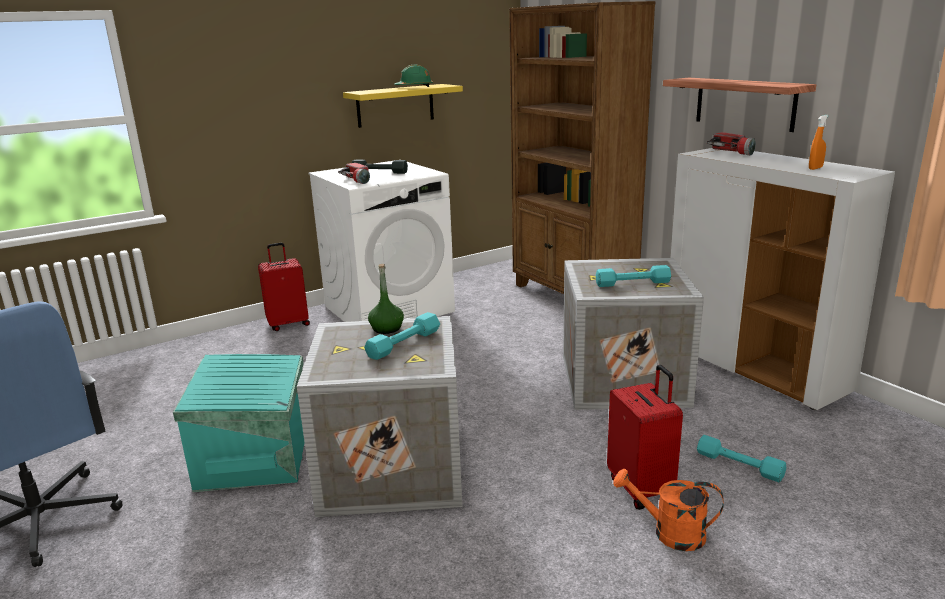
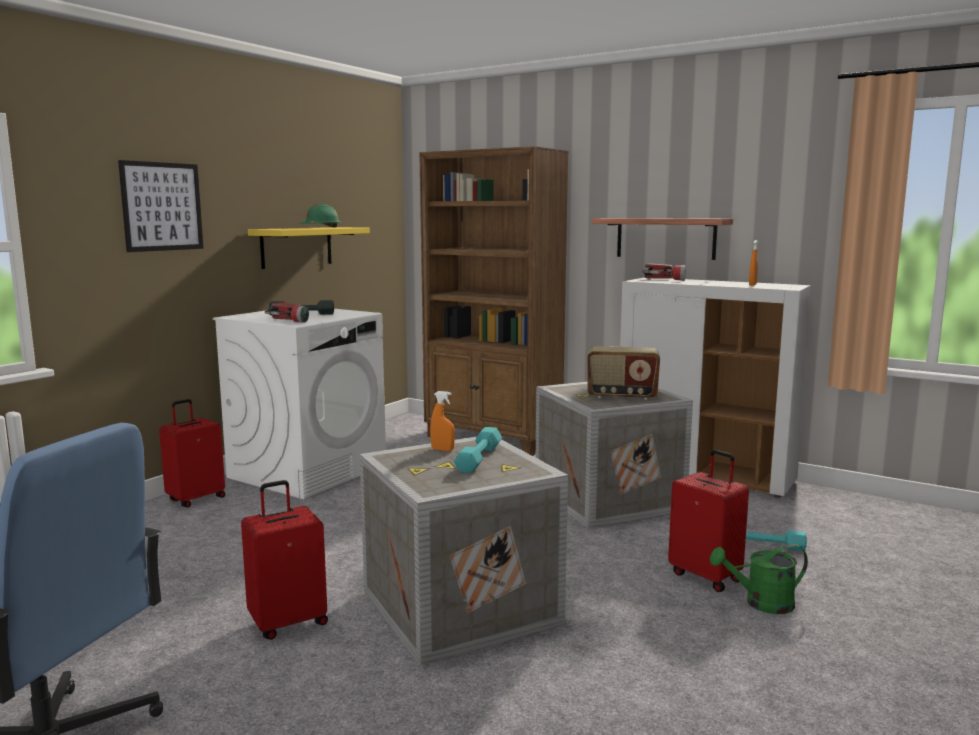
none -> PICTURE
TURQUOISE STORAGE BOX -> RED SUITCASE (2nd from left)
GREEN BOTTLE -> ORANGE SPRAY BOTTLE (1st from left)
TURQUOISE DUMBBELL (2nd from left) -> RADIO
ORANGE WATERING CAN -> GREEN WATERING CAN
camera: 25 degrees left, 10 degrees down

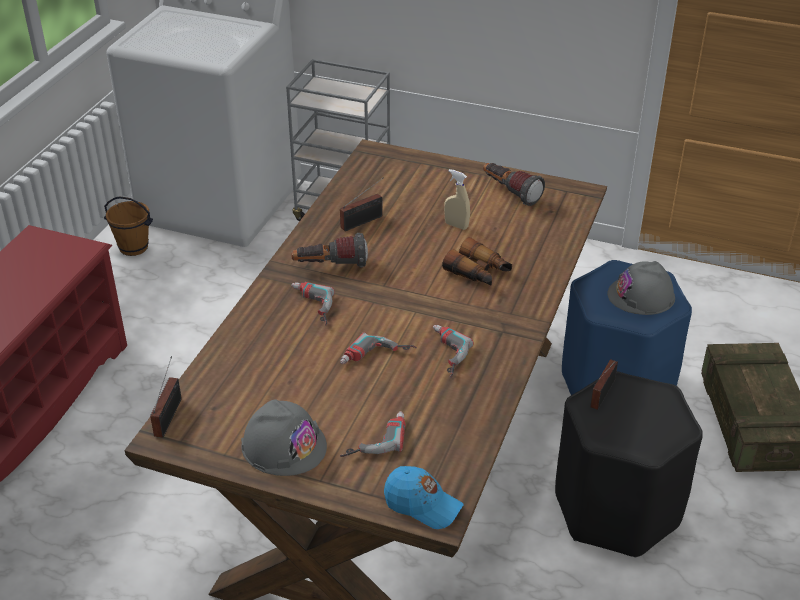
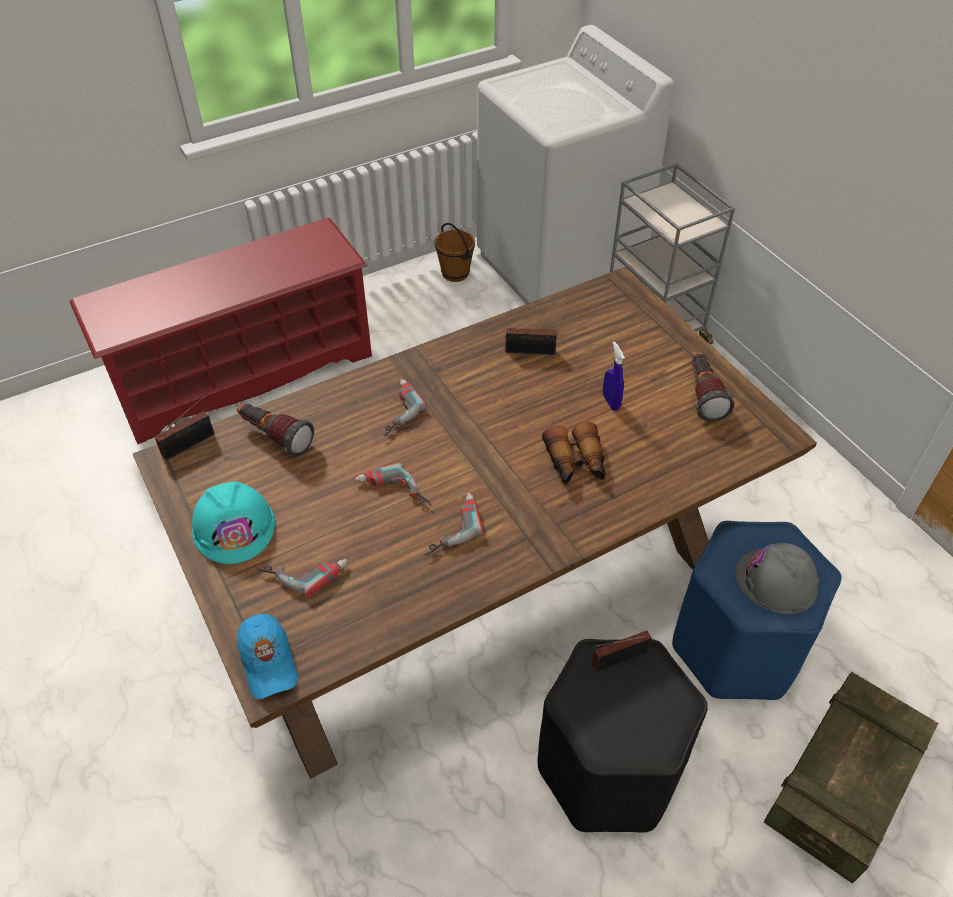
FLASHLIGHT (1st from left), move
GREY HARD HAT (1st from left) -> TURQUOISE HARD HAT
BEIGE SPRAY BOTTLE -> BLUE SPRAY BOTTLE
camera: 40 degrees right, 10 degrees up

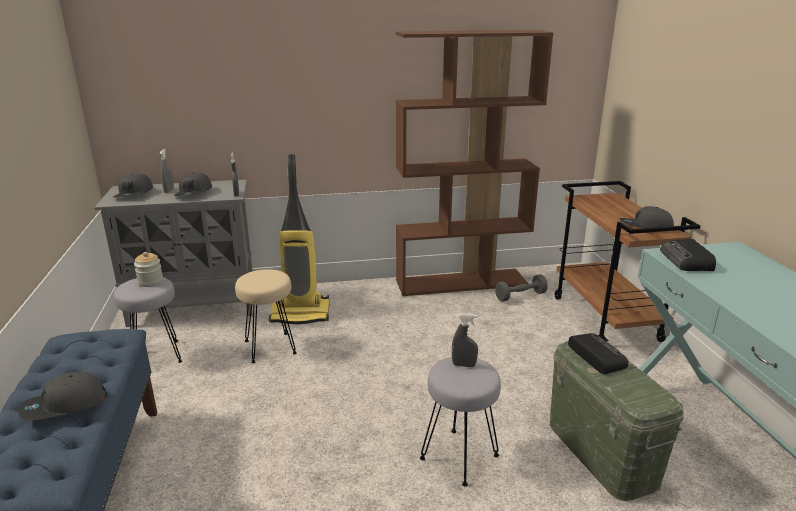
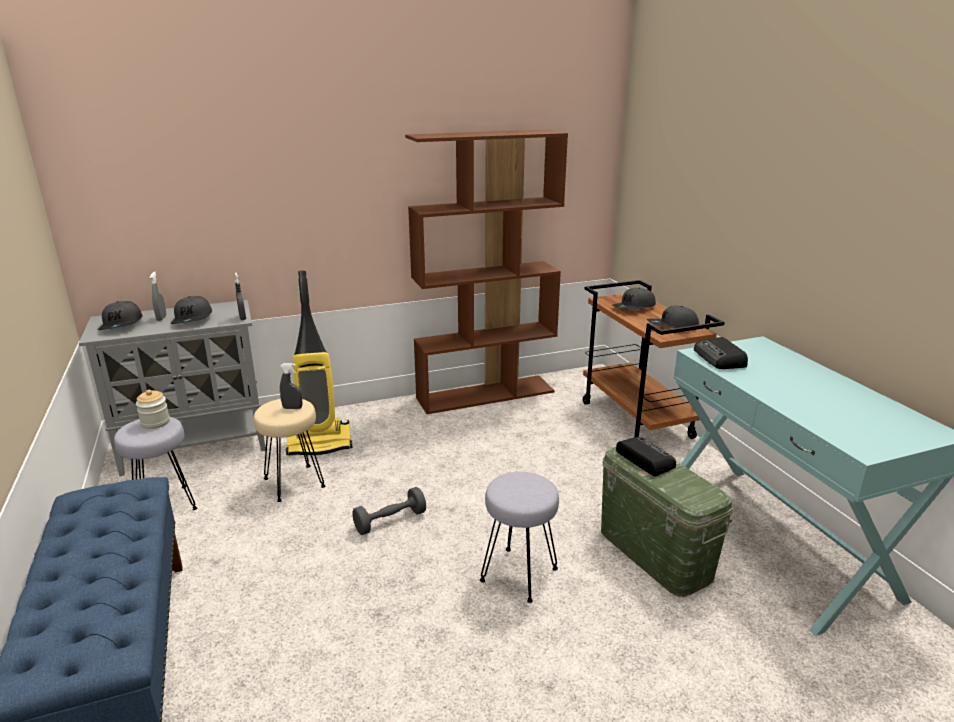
GREY CAP (1st from left in the first image) -> GREY CAP (3rd from left), move
GREY SPRAY BOTTLE (3rd from left), move
GREY DUMBBELL, move
camera: 10 degrees left, 0 degrees up

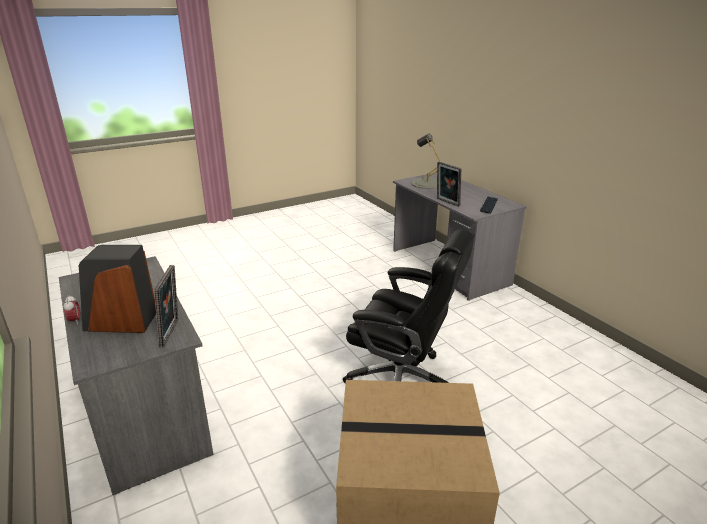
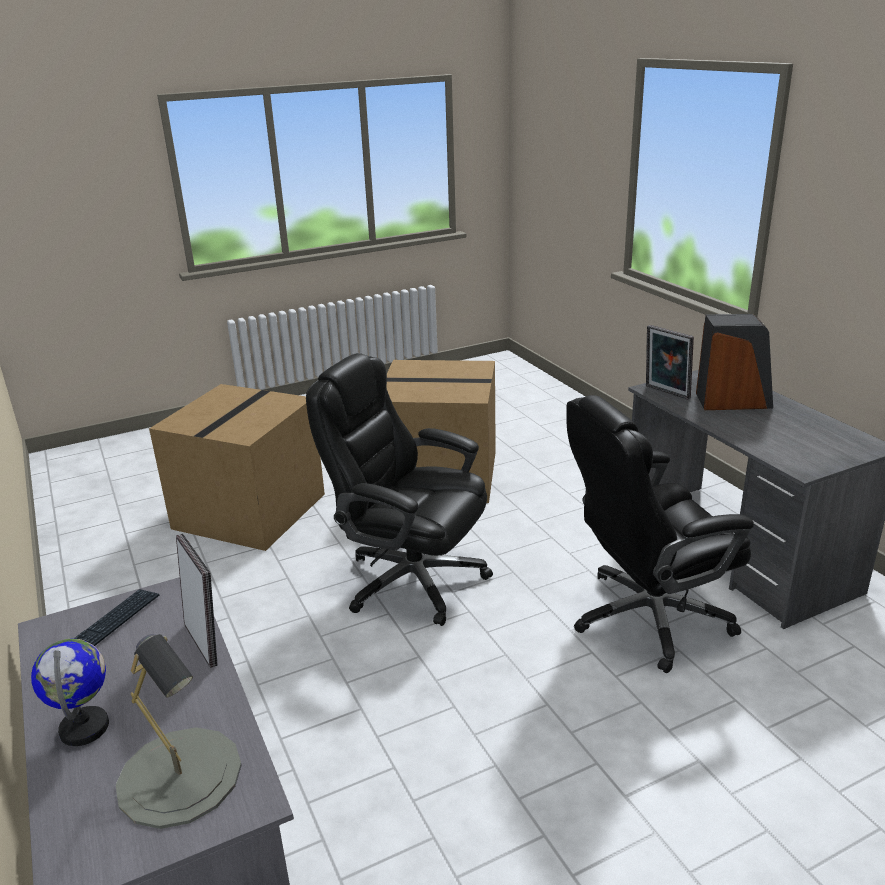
ALARM CLOCK -> none
none -> GLOBE
none -> CARDBOARD BOX (1st from left)
none -> BLACK OFFICE CHAIR (2nd from left)
PICTURE FRAME (1st from left in the first image) -> PICTURE FRAME (2nd from left), 45 degrees counterclockwise
camera: 175 degrees left, 0 degrees up

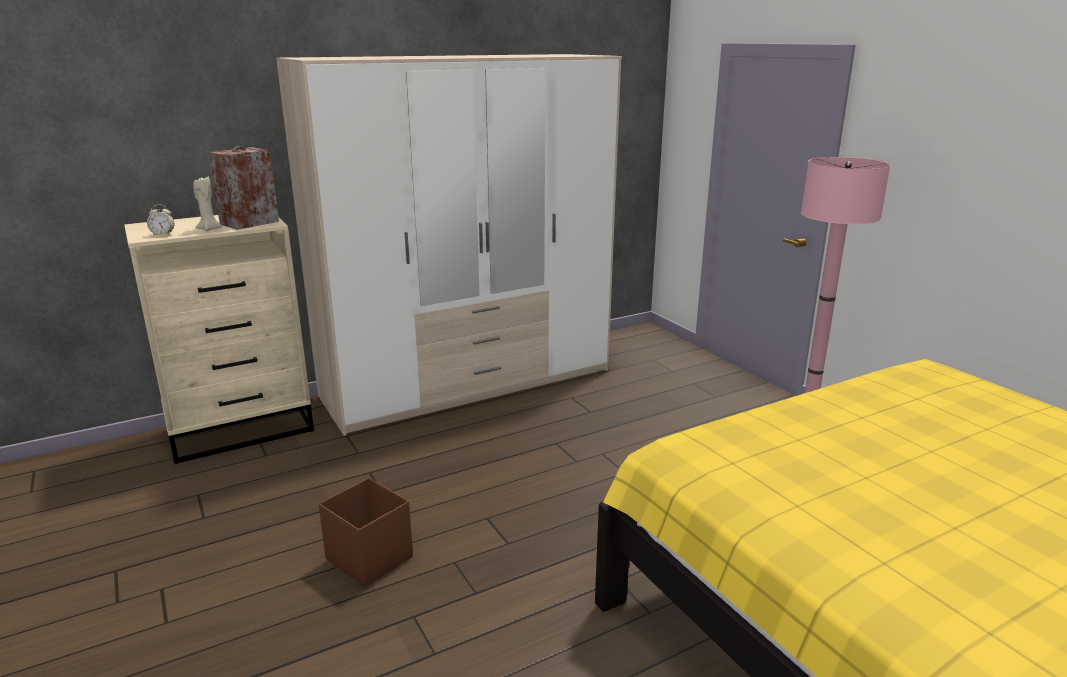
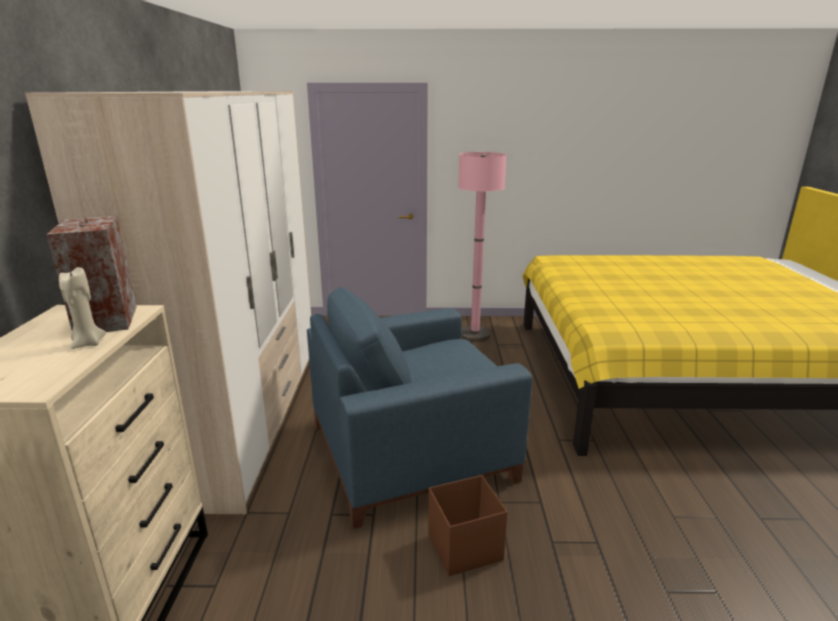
ALARM CLOCK -> none
none -> BLUE ARMCHAIR
camera: 60 degrees left, 0 degrees up

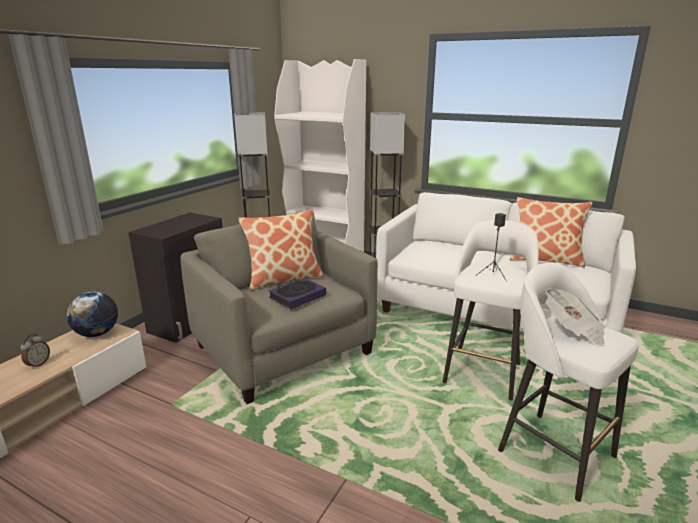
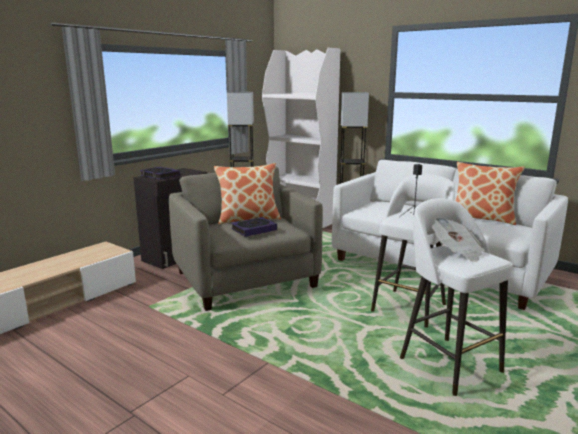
ALARM CLOCK -> none
GLOBE -> none
none -> BOOK (1st from left)
camera: 10 degrees right, 5 degrees down

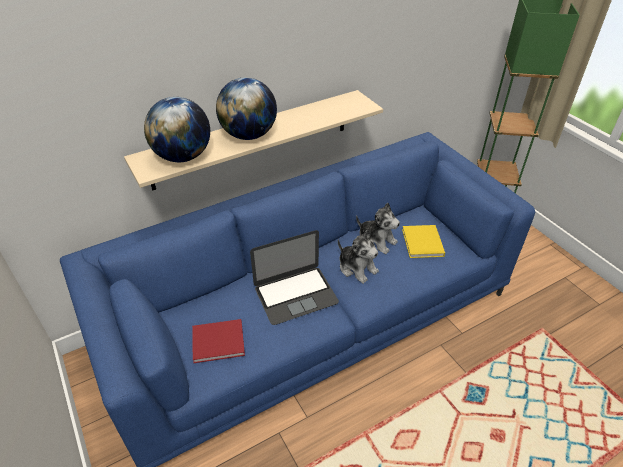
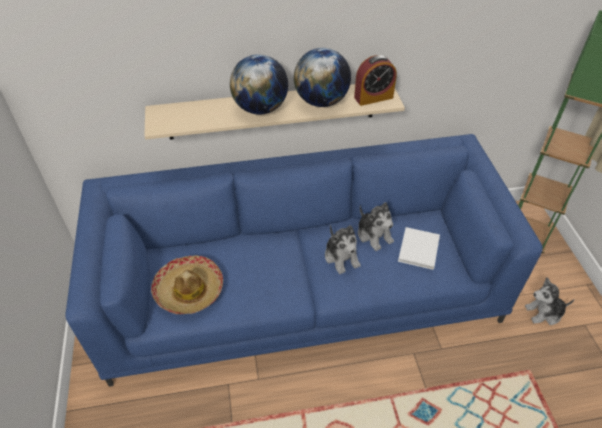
LAPTOP -> none
none -> ALARM CLOCK
none -> PLUSH TOY (3rd from left)
GLOBE (1st from left in the first image) -> GLOBE (2nd from left), move
RED BOOK -> HAT
YELLOW BOOK -> WHITE BOOK
camera: 20 degrees right, 5 degrees up

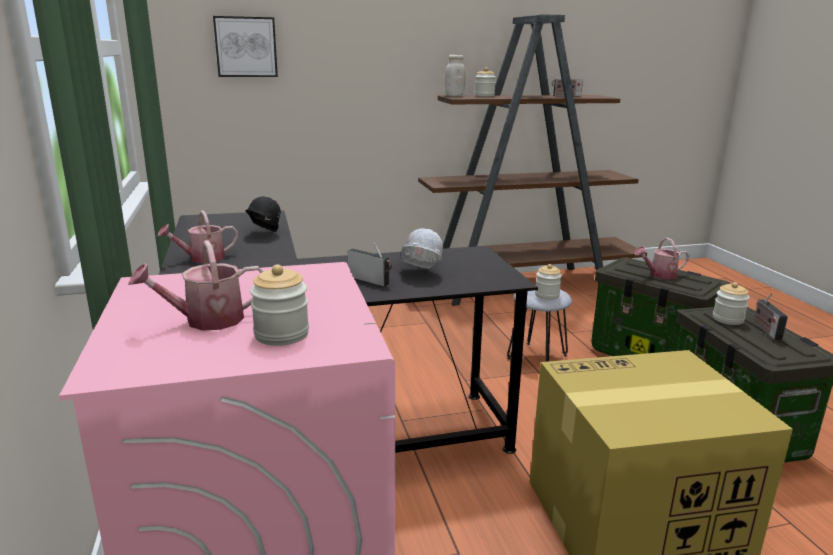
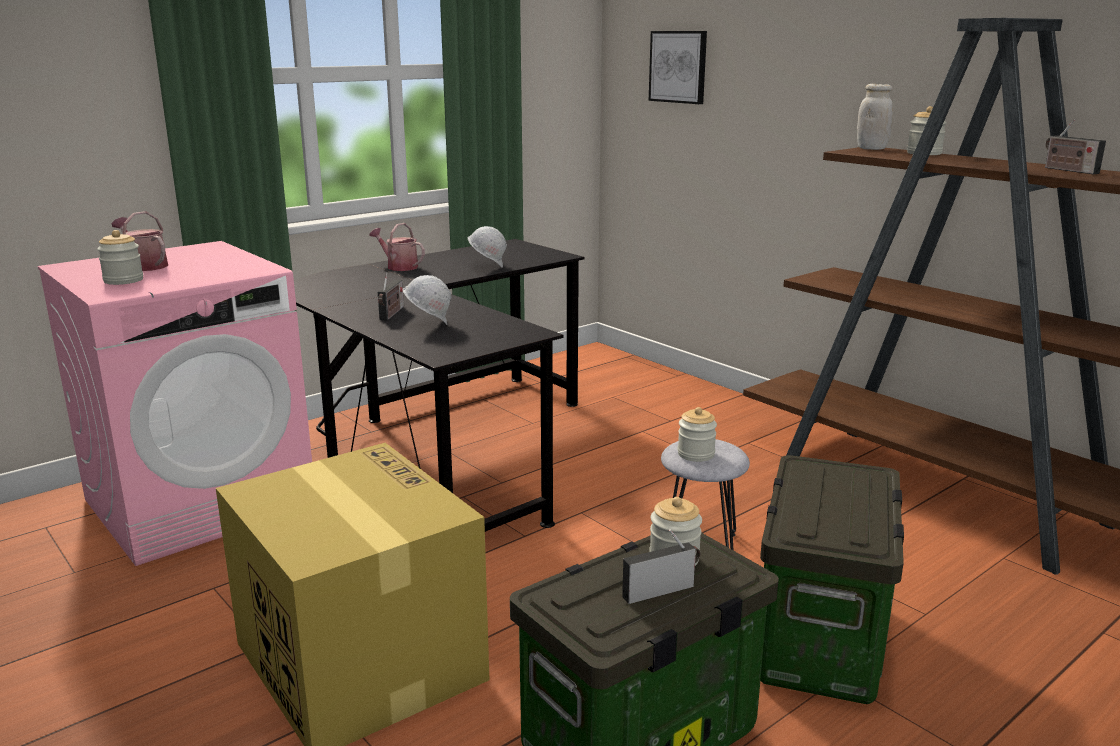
WATERING CAN (3rd from left) -> none
BLACK HARD HAT -> WHITE HARD HAT (2nd from left)
camera: 65 degrees right, 0 degrees up

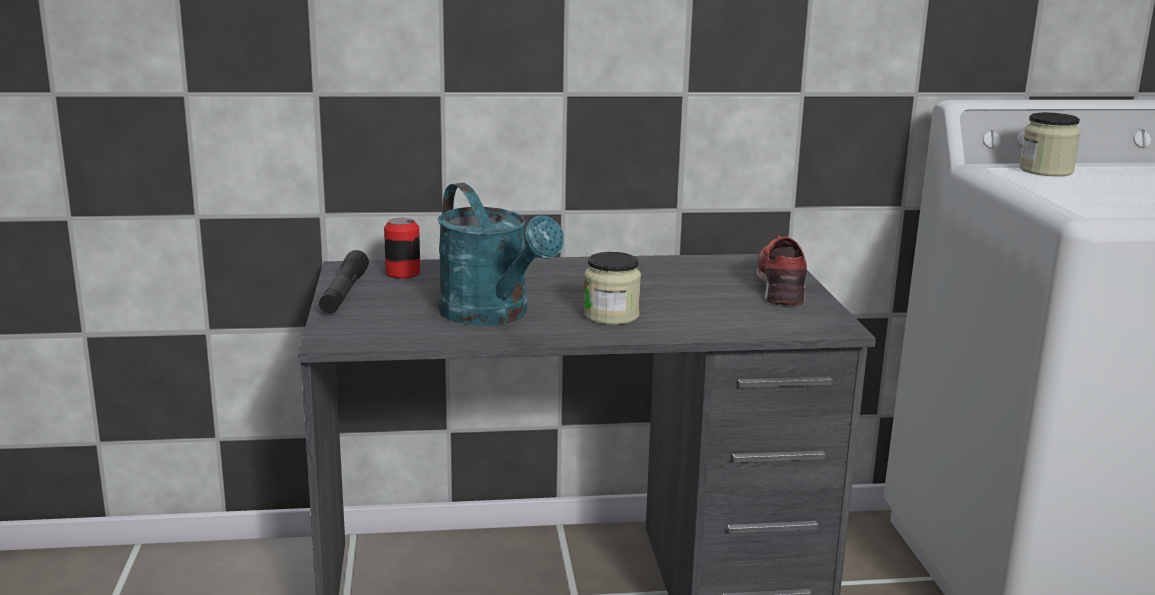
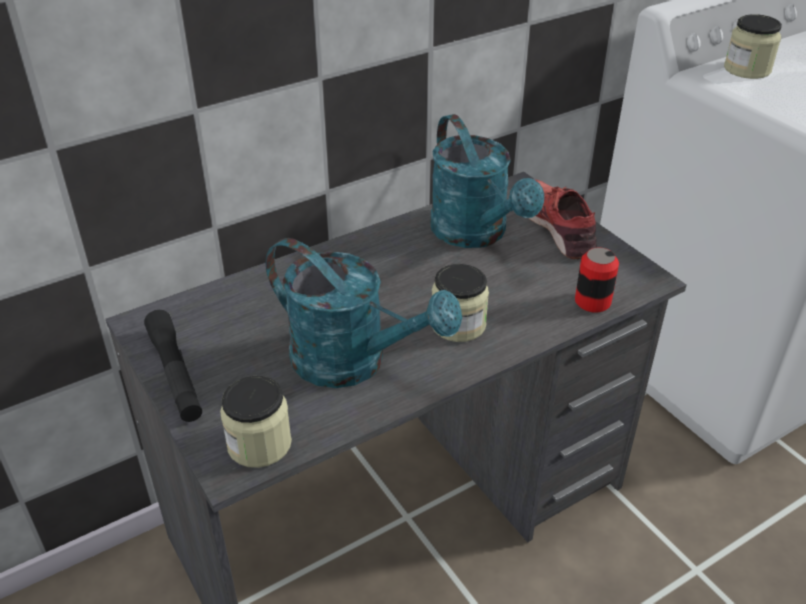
none -> JAR (1st from left)
none -> TURQUOISE WATERING CAN (2nd from left)
CAN, move
camera: 25 degrees left, 20 degrees up

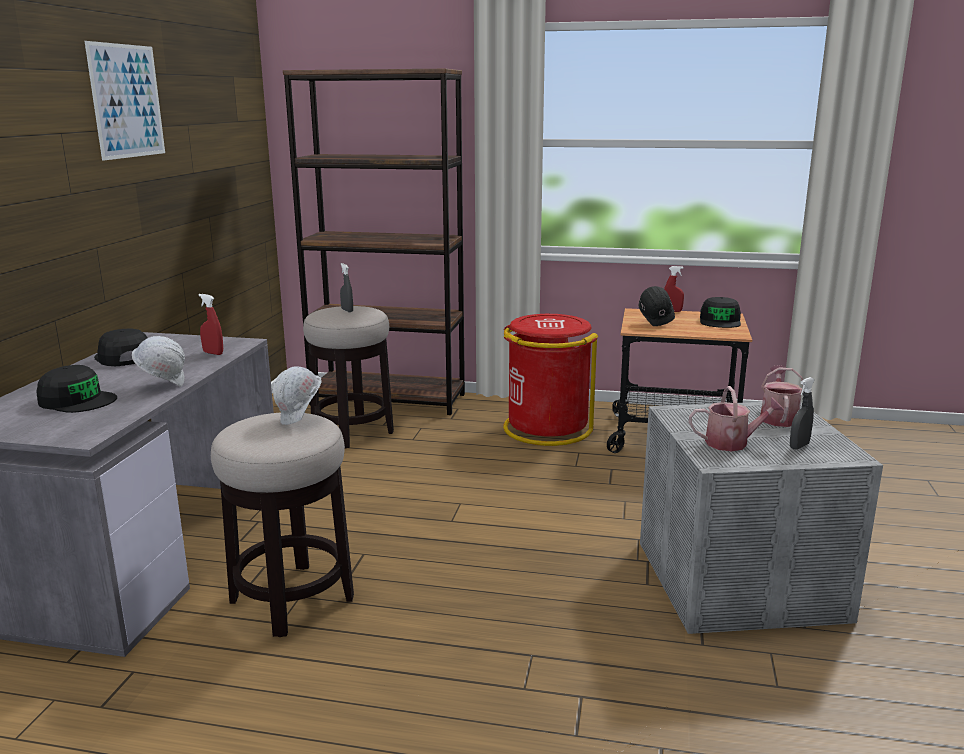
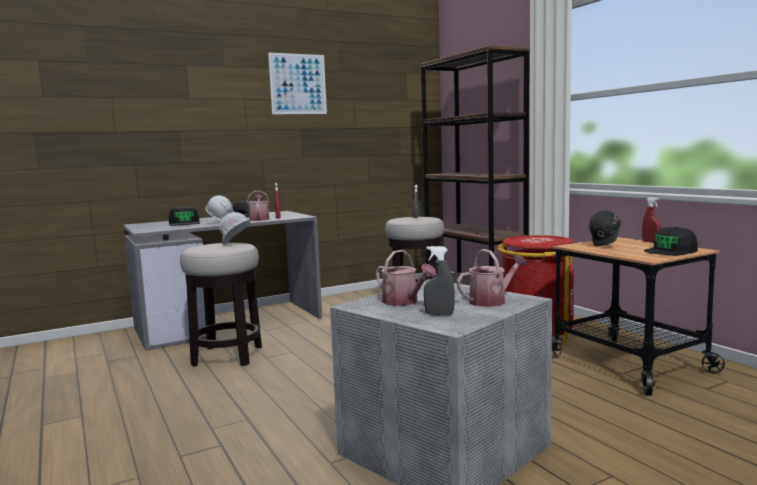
none -> WATERING CAN (1st from left)
camera: 50 degrees right, 10 degrees down

